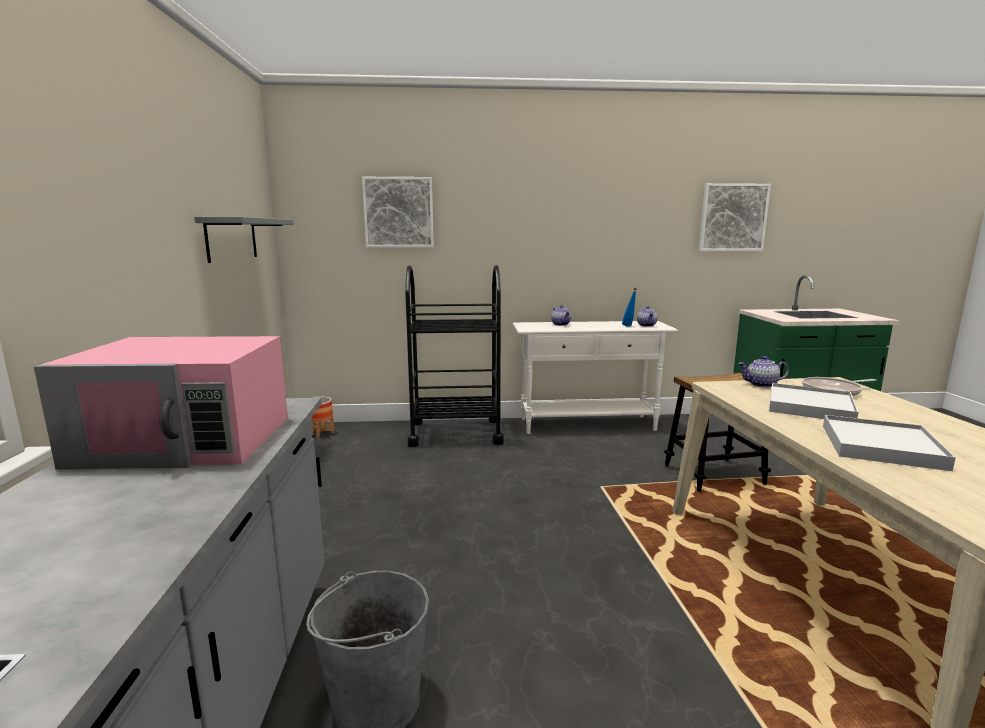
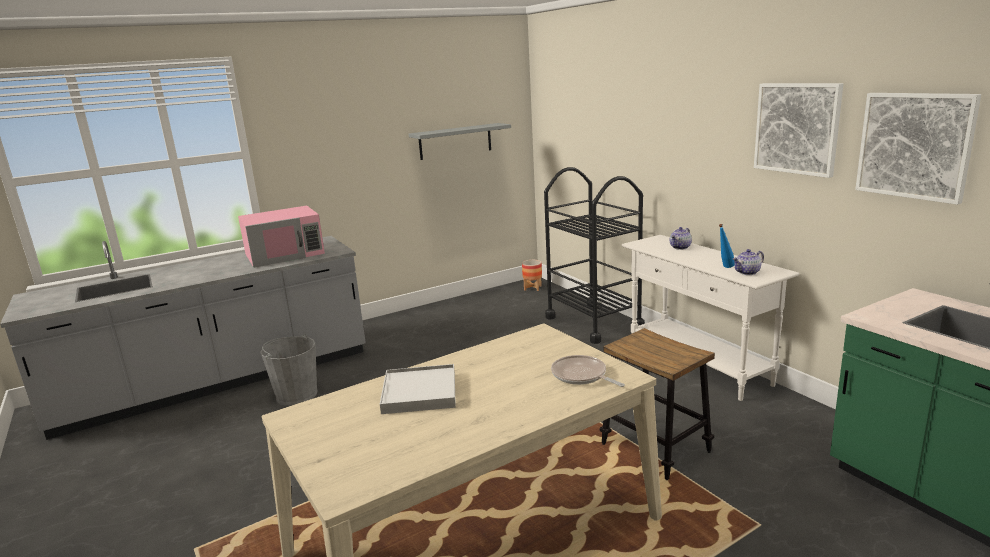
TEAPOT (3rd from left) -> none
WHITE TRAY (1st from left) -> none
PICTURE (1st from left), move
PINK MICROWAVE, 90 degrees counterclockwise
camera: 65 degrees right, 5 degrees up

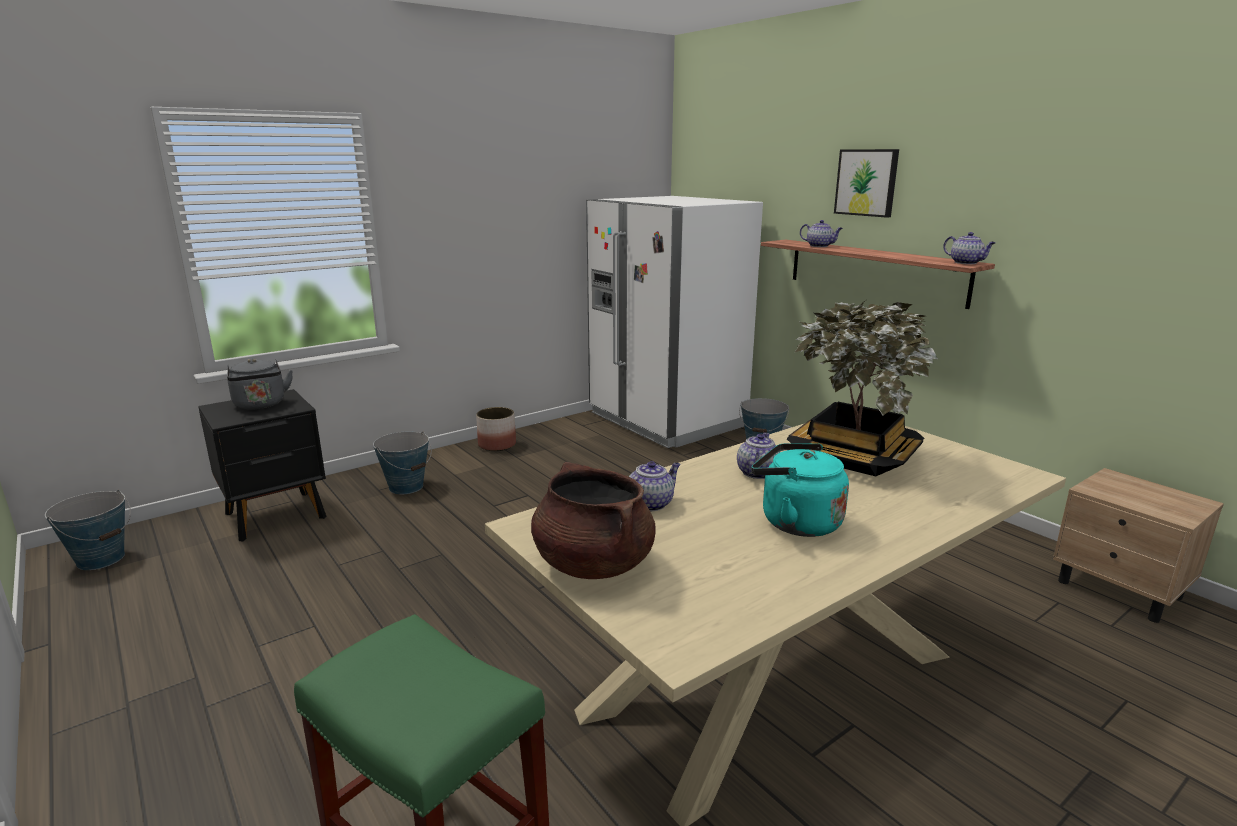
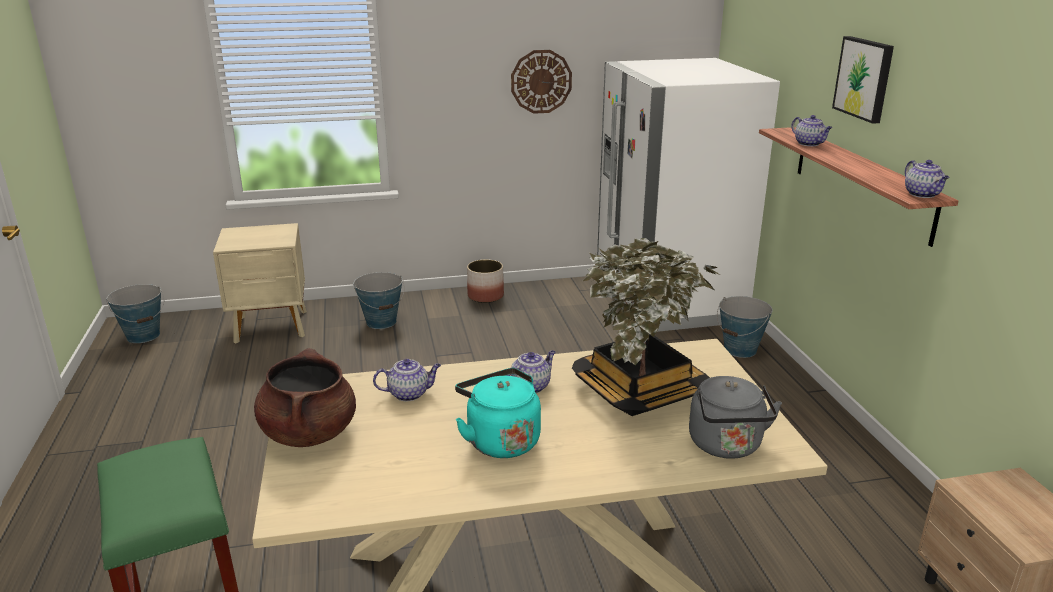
none -> WALL CLOCK
GREY KETTLE, move
BLACK NIGHTSTAND -> BEIGE NIGHTSTAND (1st from left)
camera: 25 degrees right, 5 degrees up

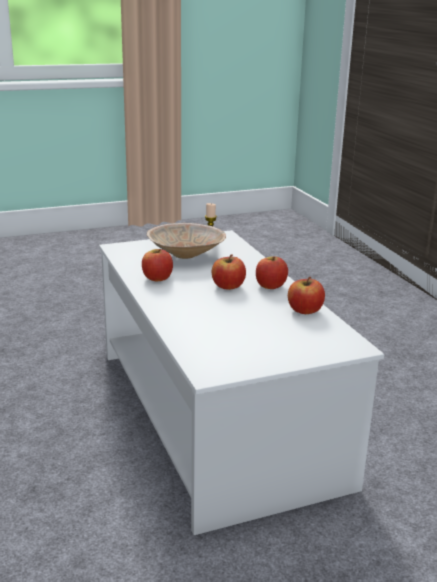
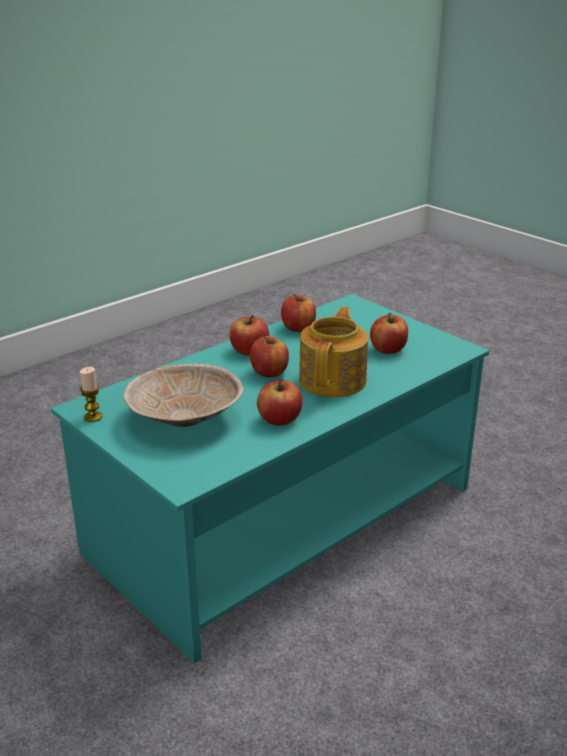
none -> TEAPOT
none -> APPLE (5th from left)
WHITE COFFEE TABLE -> TURQUOISE COFFEE TABLE
camera: 110 degrees left, 5 degrees up

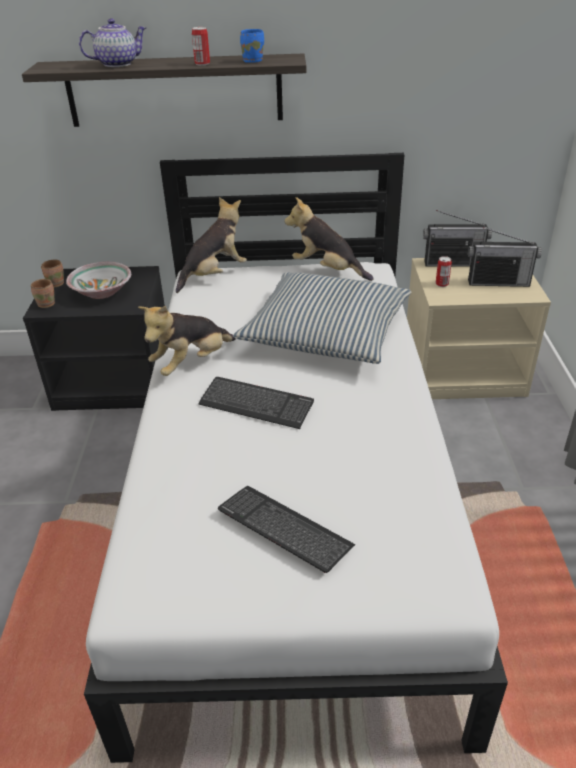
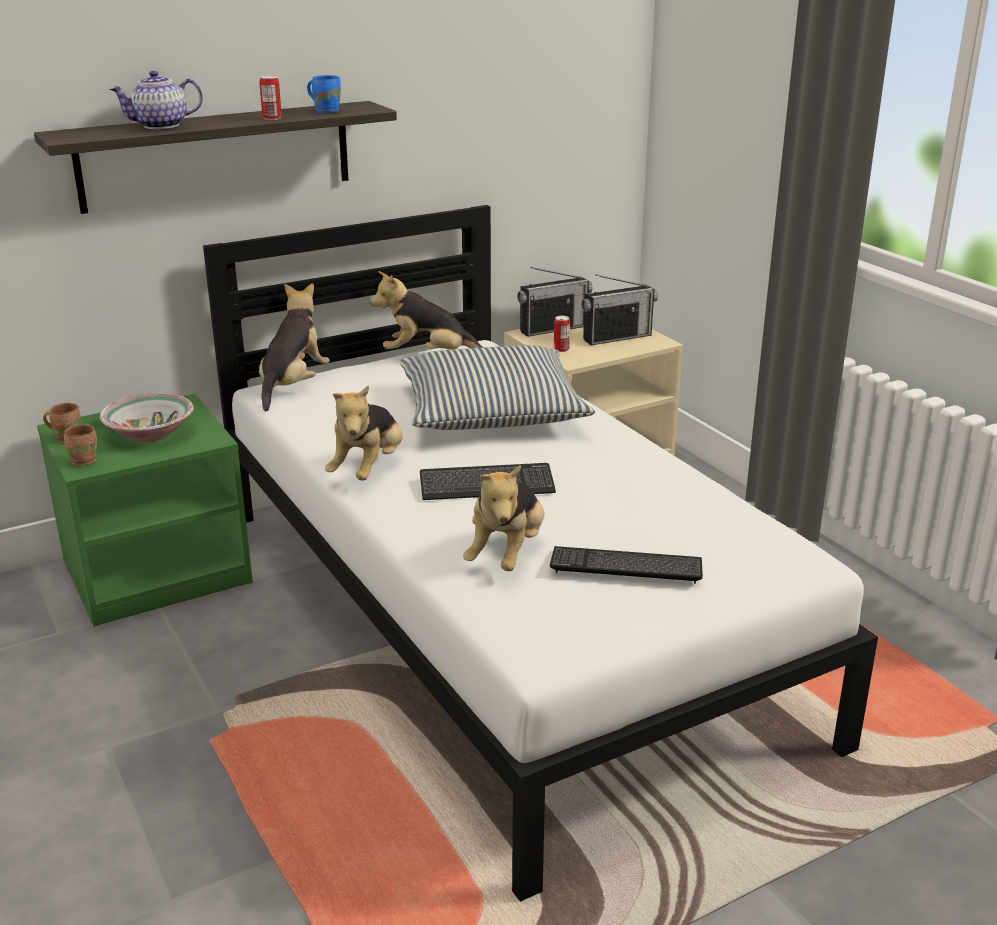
none -> PLUSH TOY (4th from left)
BLACK NIGHTSTAND -> GREEN NIGHTSTAND
TEAPOT, 150 degrees counterclockwise
camera: 30 degrees left, 10 degrees down

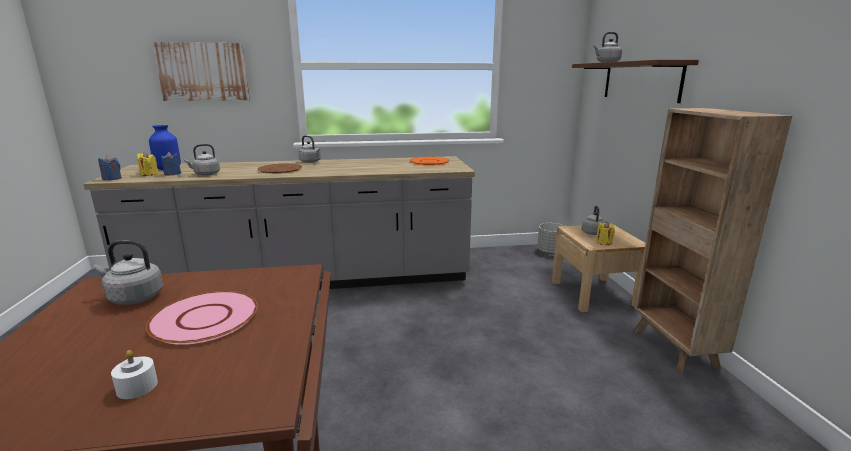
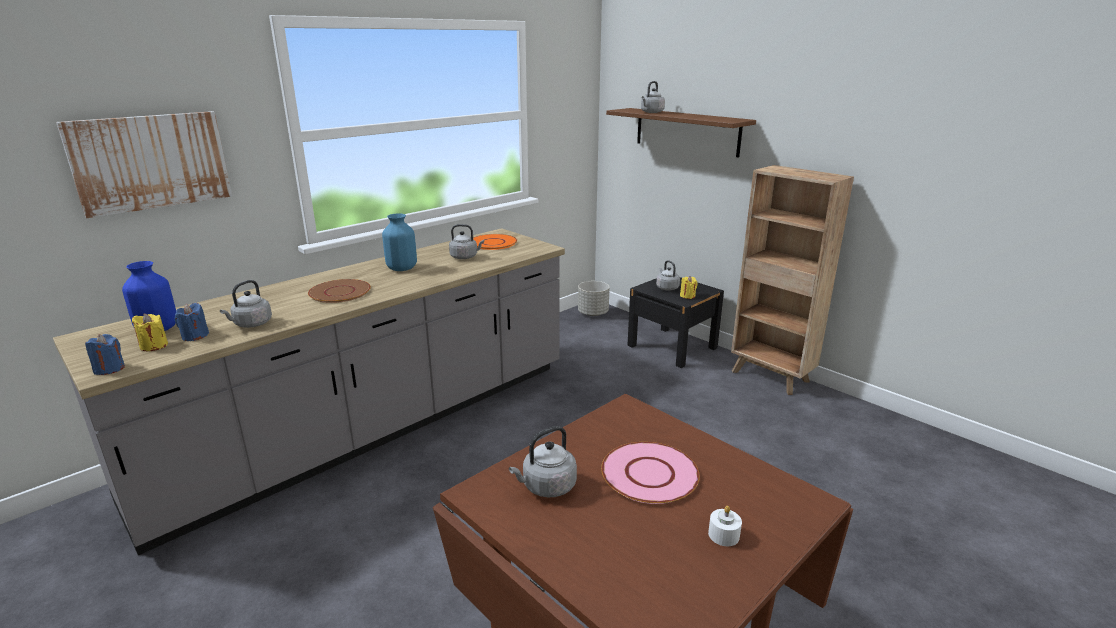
none -> BLUE VASE (2nd from left)
GREY KETTLE (3rd from left in the first image) -> GREY KETTLE (2nd from left), move
BEIGE NIGHTSTAND -> BLACK NIGHTSTAND
camera: 35 degrees left, 5 degrees up

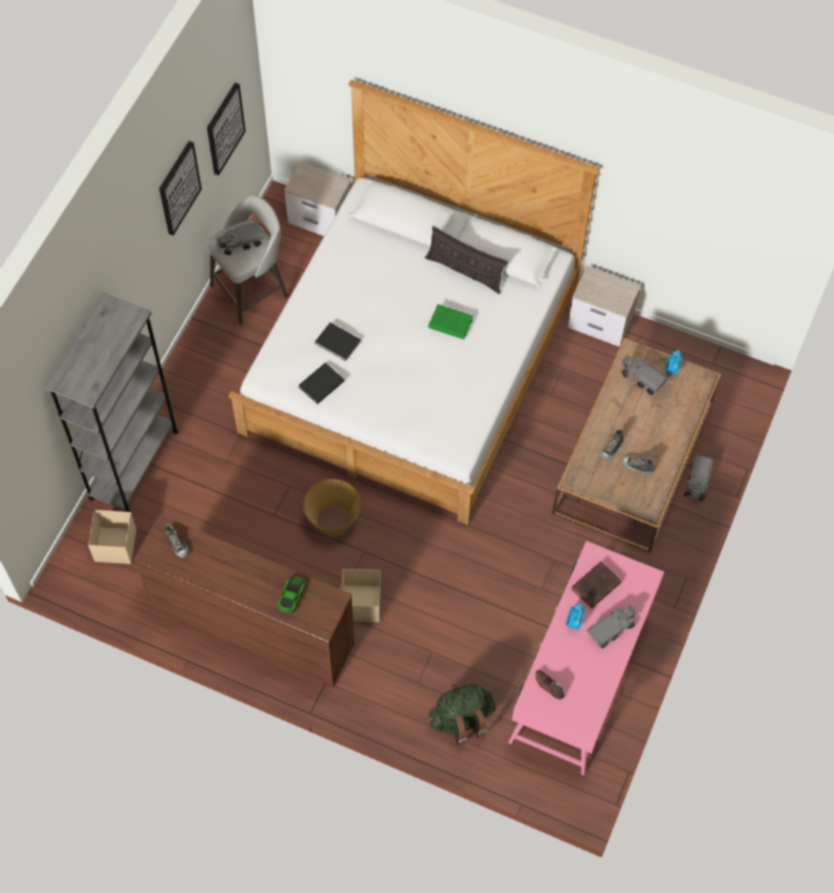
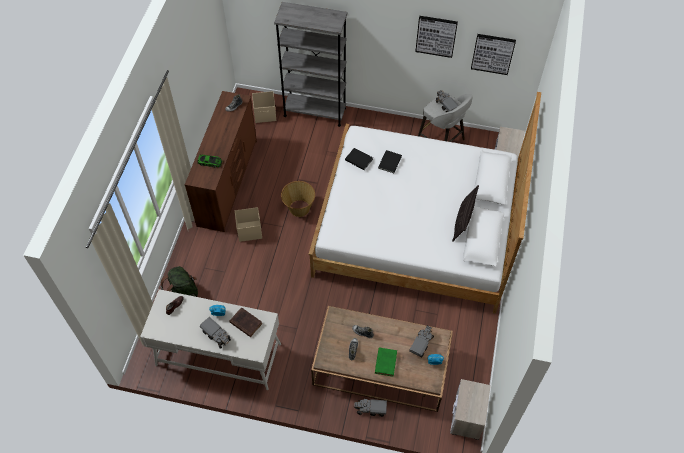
GREEN BOOK, move
NIGHTSTAND (2nd from left in the first image) -> NIGHTSTAND (1st from left), move
PINK DESK -> WHITE DESK
camera: 80 degrees right, 5 degrees down

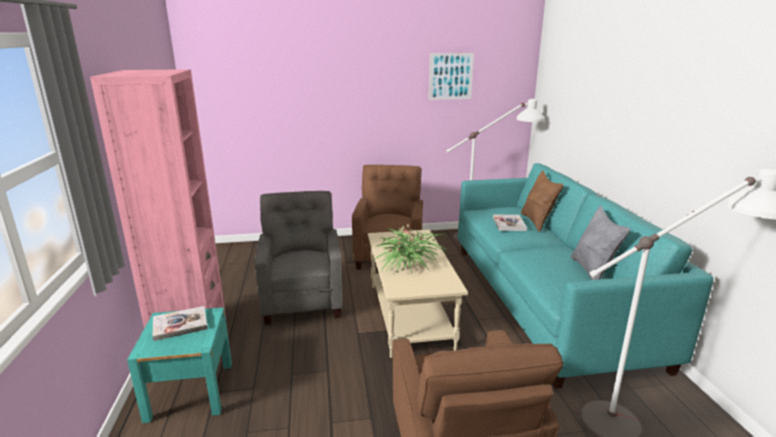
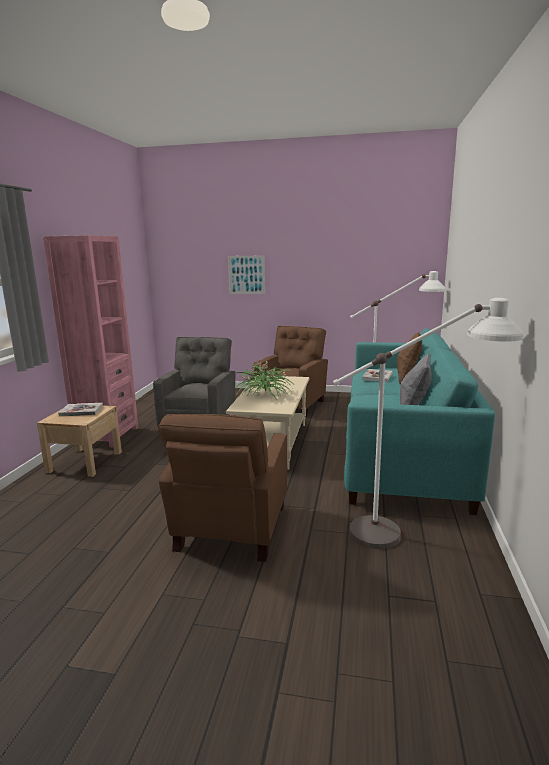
PICTURE, move
TURQUOISE NIGHTSTAND -> BEIGE NIGHTSTAND
camera: 20 degrees right, 5 degrees down

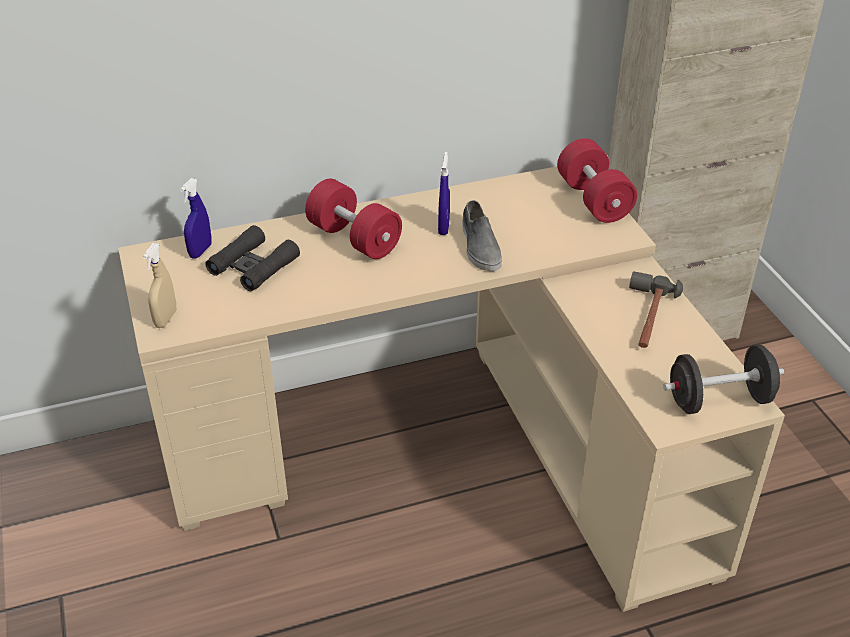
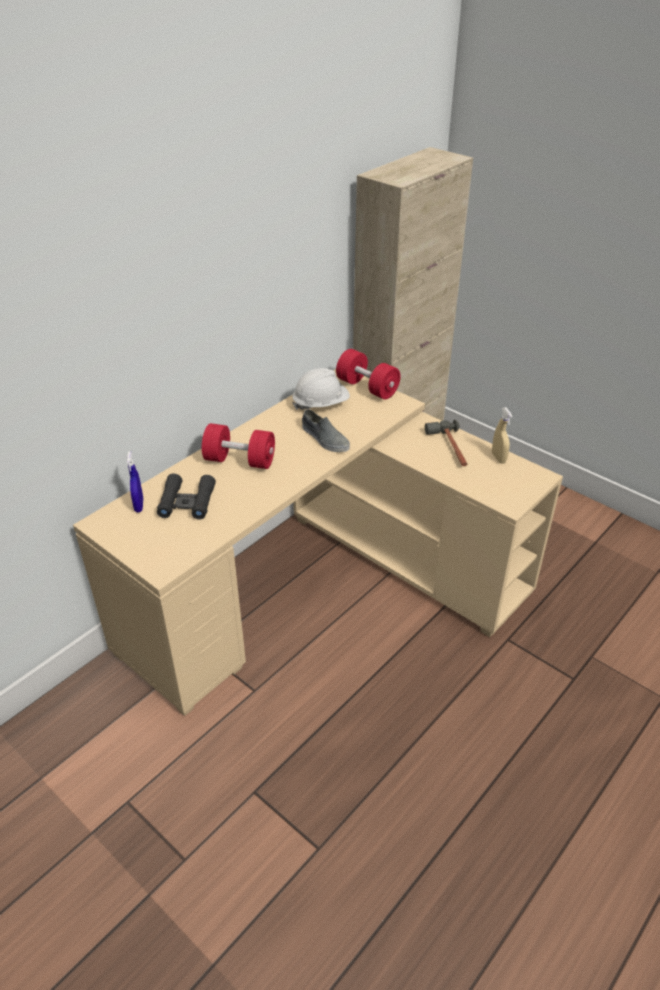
BLUE SPRAY BOTTLE (2nd from left) -> none
BLACK DUMBBELL -> none
none -> WHITE HARD HAT
BEIGE SPRAY BOTTLE, move
camera: 30 degrees left, 0 degrees up

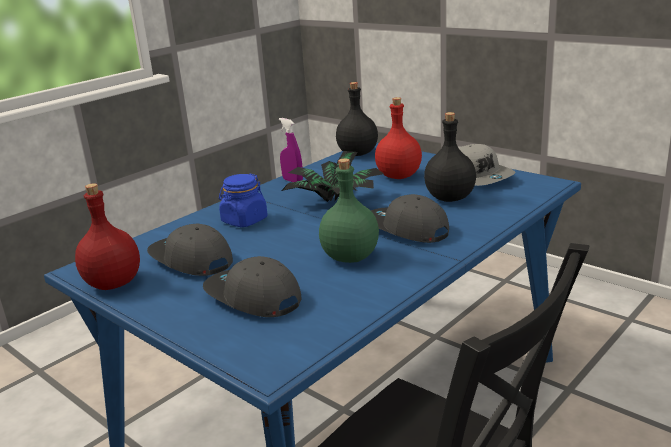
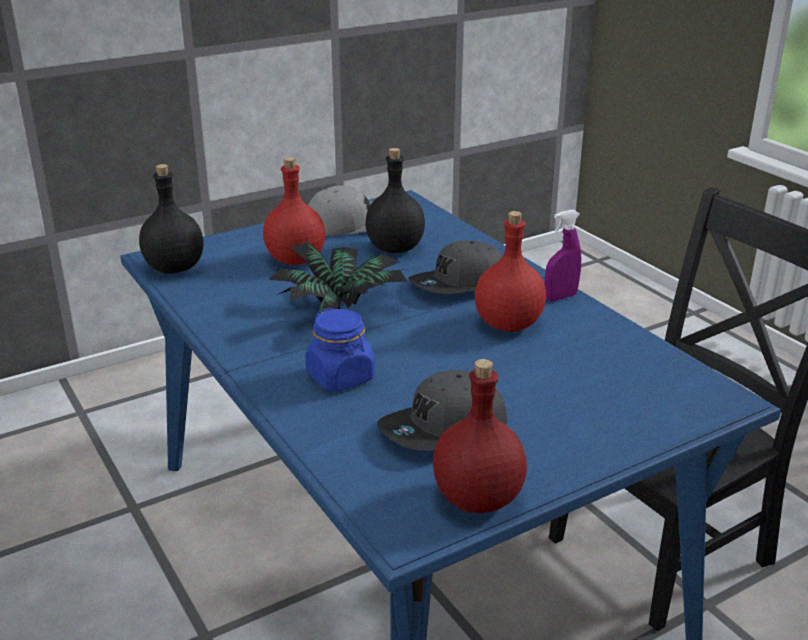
GREY CAP (2nd from left) -> none
PURPLE SPRAY BOTTLE, move
GREEN BOTTLE -> RED BOTTLE (3rd from left)
camera: 75 degrees left, 5 degrees up

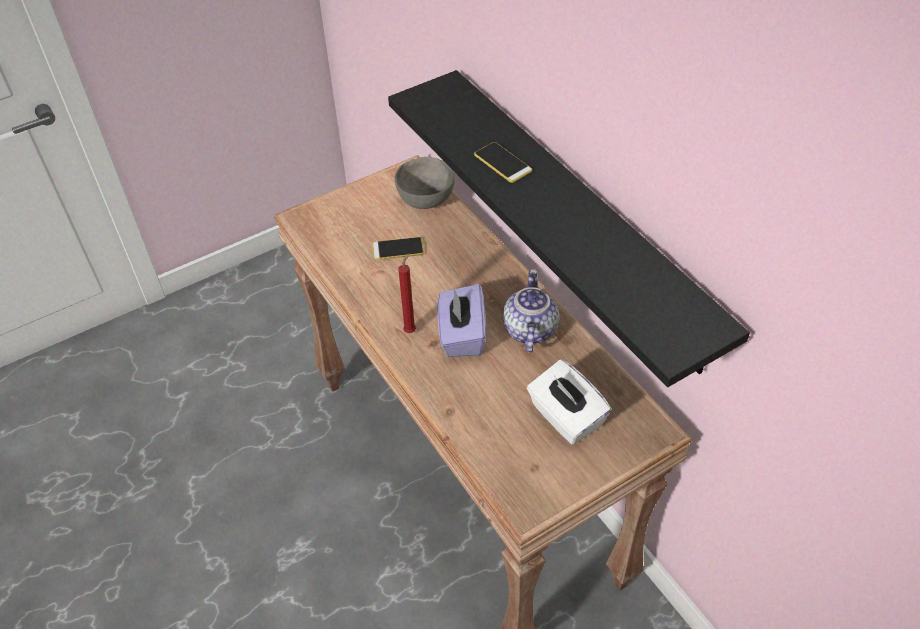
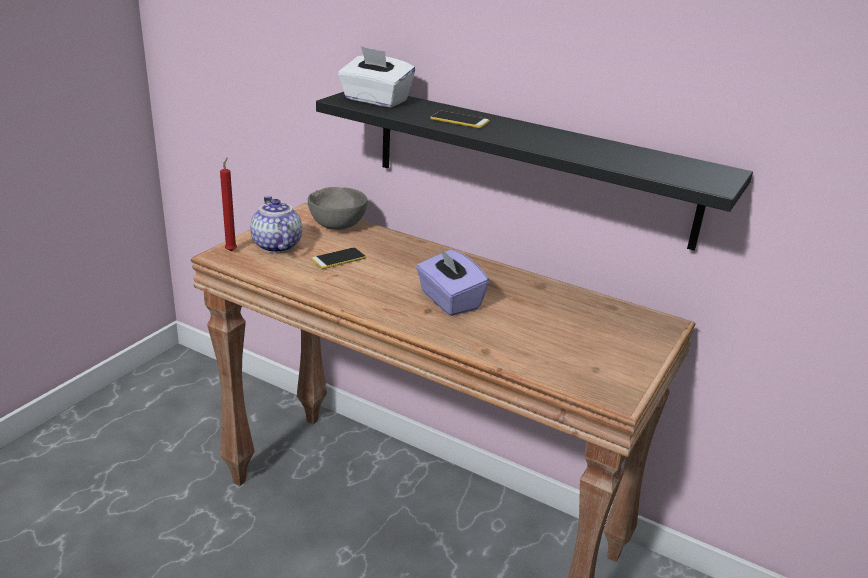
RED CANDLE, move
TEAPOT, move
WHITE TISSUE BOX, move
camera: 30 degrees left, 20 degrees down

